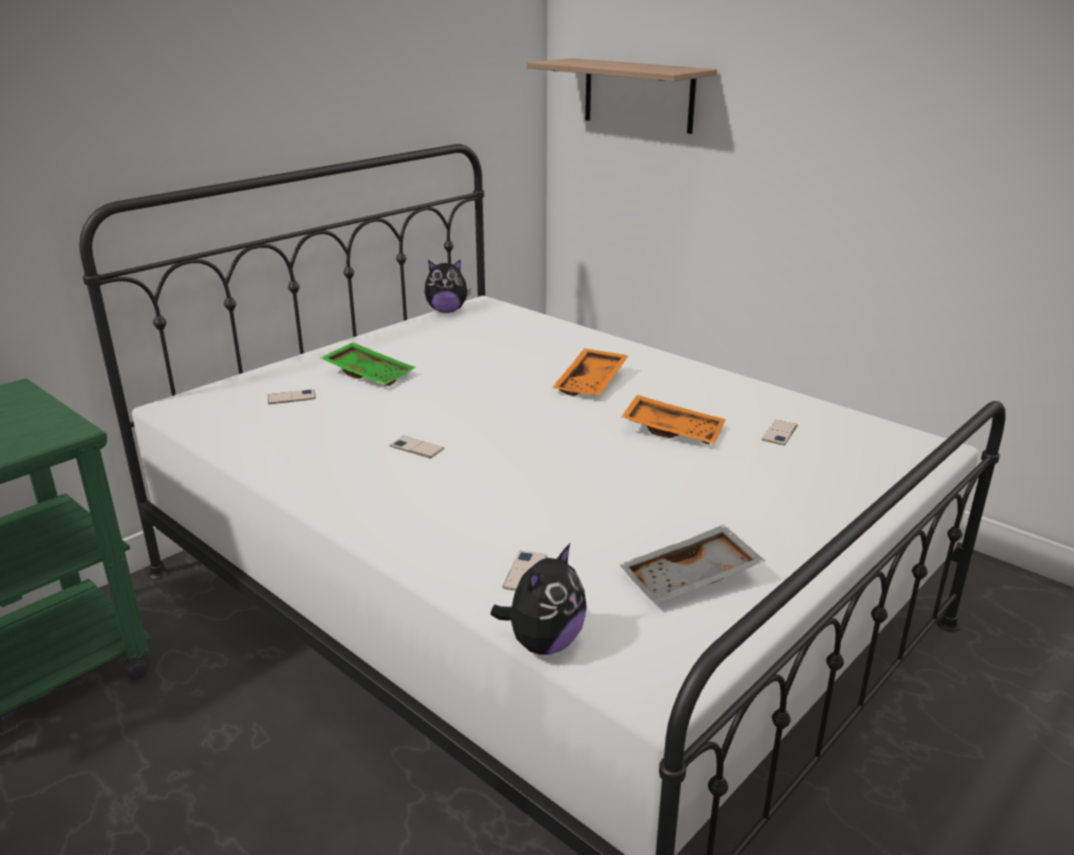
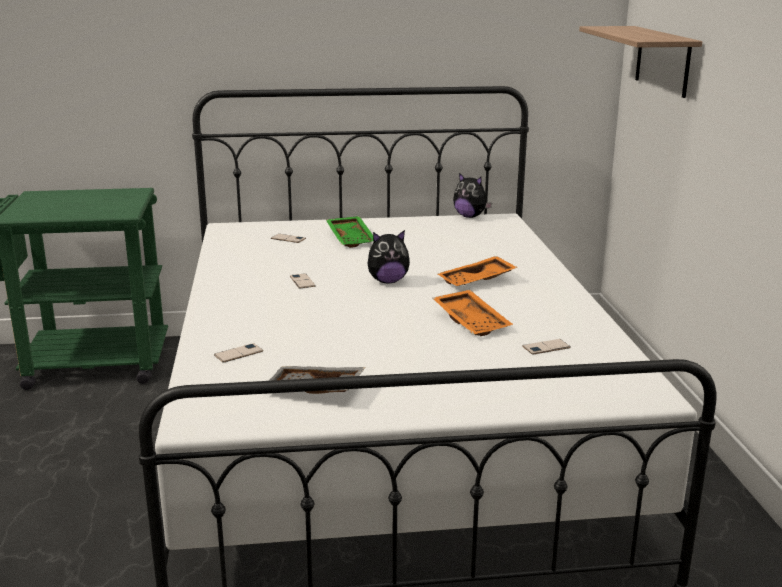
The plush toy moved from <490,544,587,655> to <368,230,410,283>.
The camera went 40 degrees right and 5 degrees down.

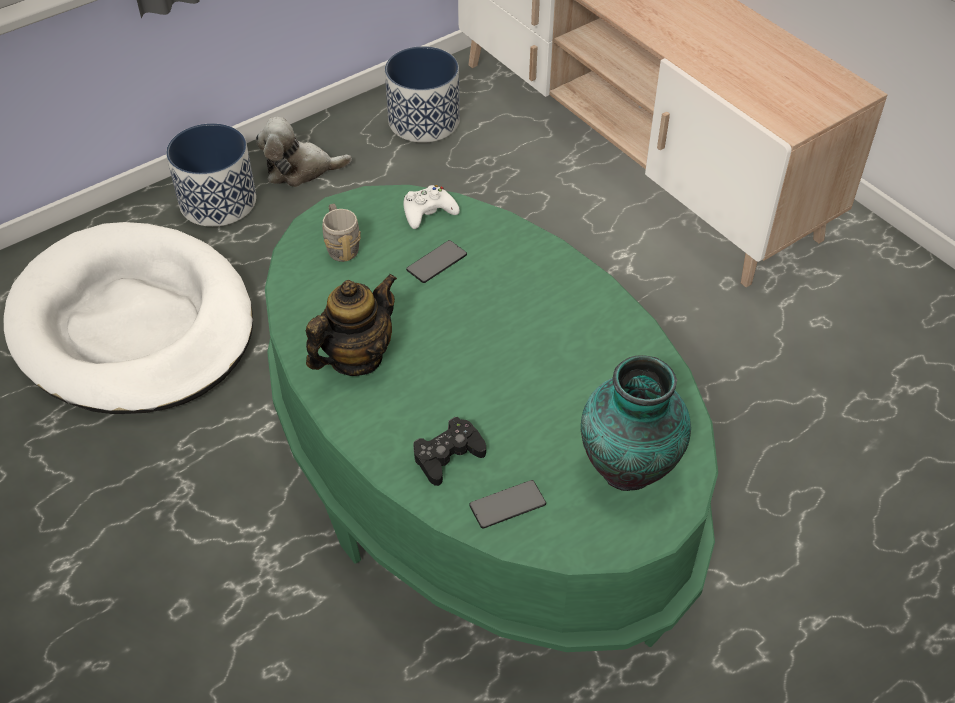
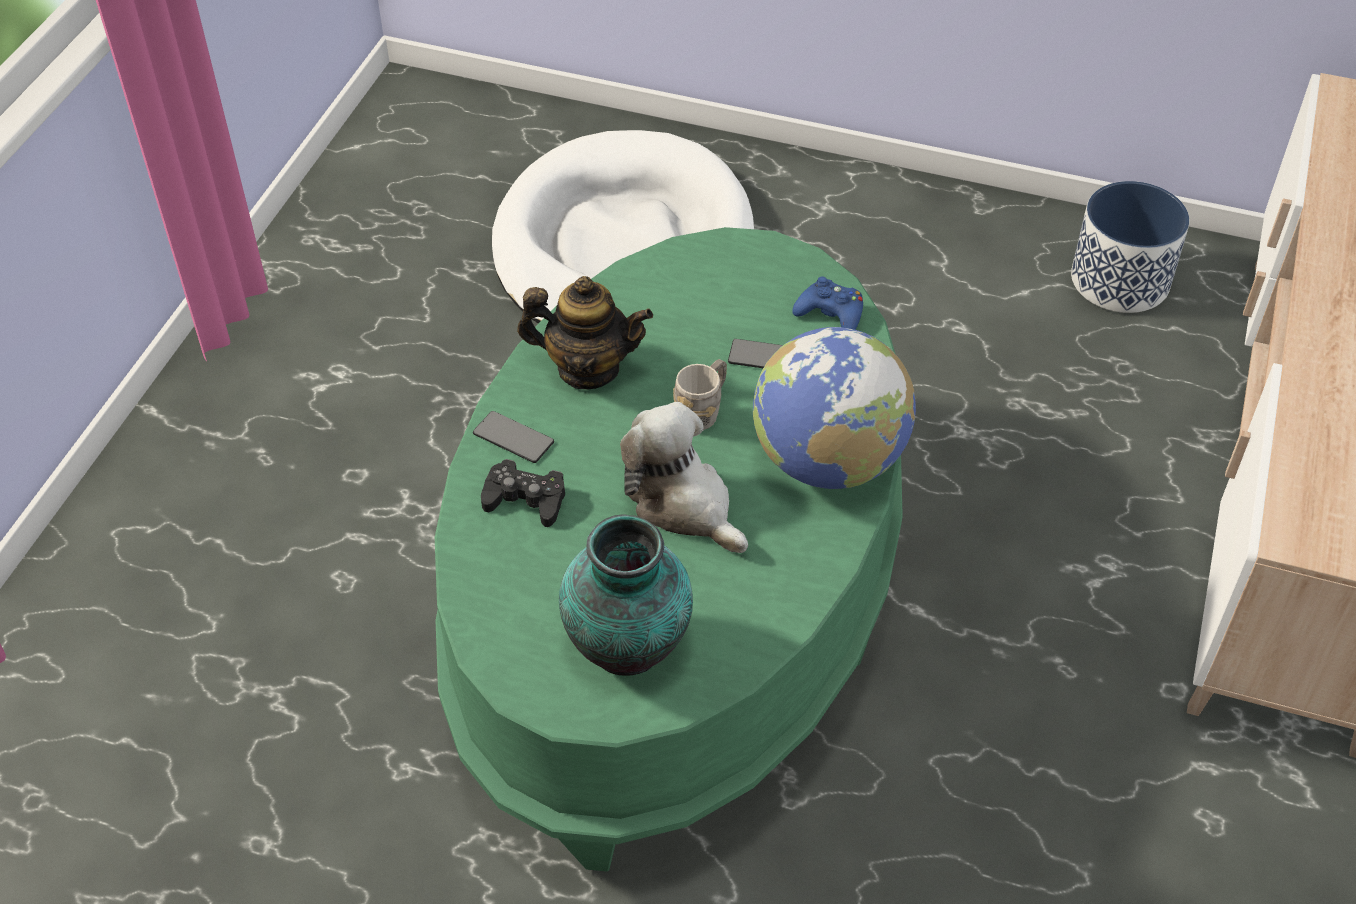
The flower pot at <166,123,256,227> disappeared.
The globe at <753,327,916,489> appeared.
The plush toy moved from <256,117,352,187> to <620,402,748,553>.
The mug in gray moved from <322,204,361,262> to <673,359,727,430>.
The phone moved from <469,480,546,529> to <473,411,554,463>.
The game controller in white-coloured at <403,185,460,229> became the game controller in blue at <792,276,863,330>.
The camera went 55 degrees right and 0 degrees up.

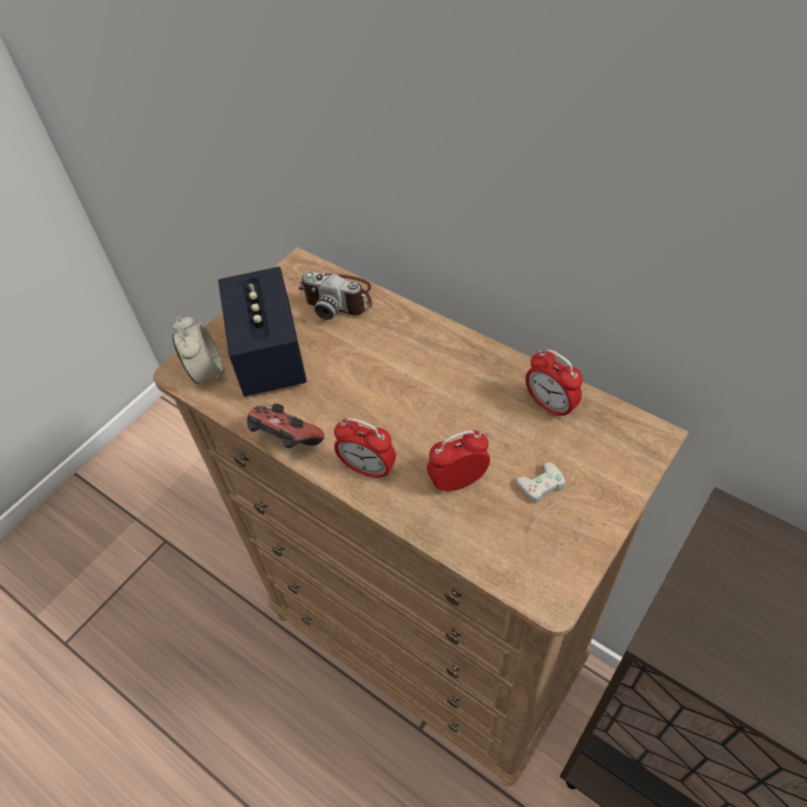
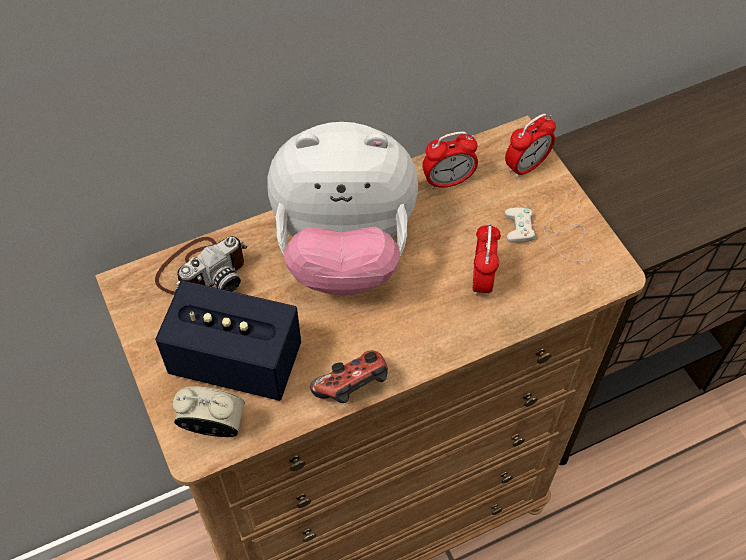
The plush toy at <267,122,418,296> appeared.
The bedside clock moved from <334,418,396,480> to <505,114,556,178>.
The camera went 65 degrees left and 5 degrees up.

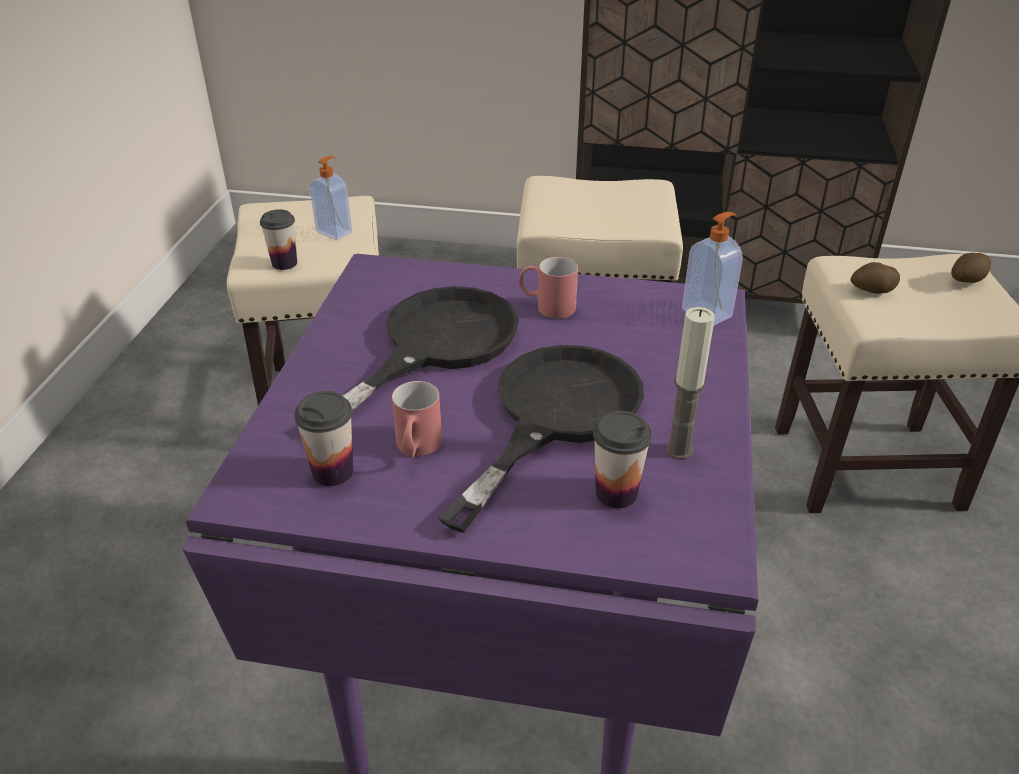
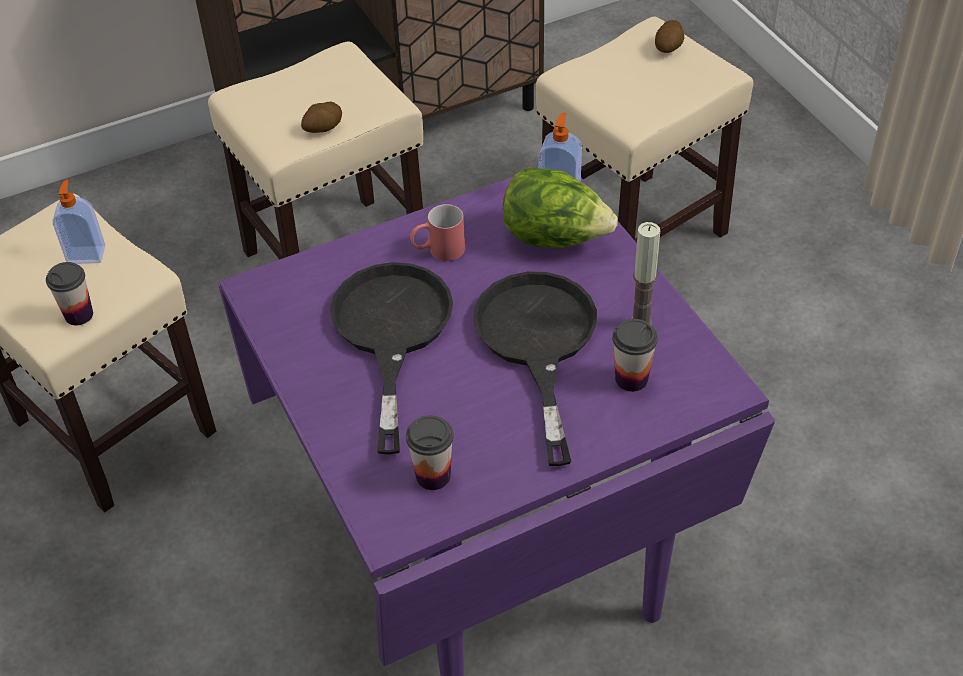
The mug in red at <392,381,442,458> disappeared.
The lettuce at <503,167,618,248> appeared.
The spud moved from <851,262,900,294> to <301,102,342,133>.
The camera went 35 degrees left and 10 degrees up.

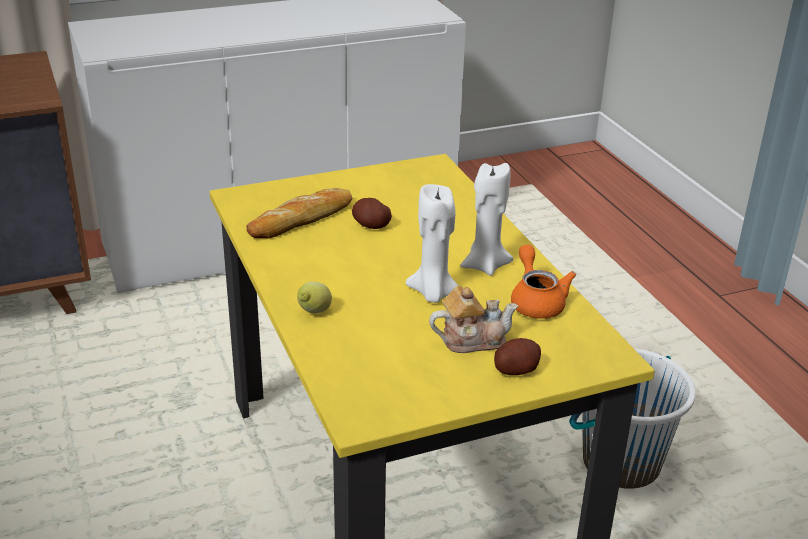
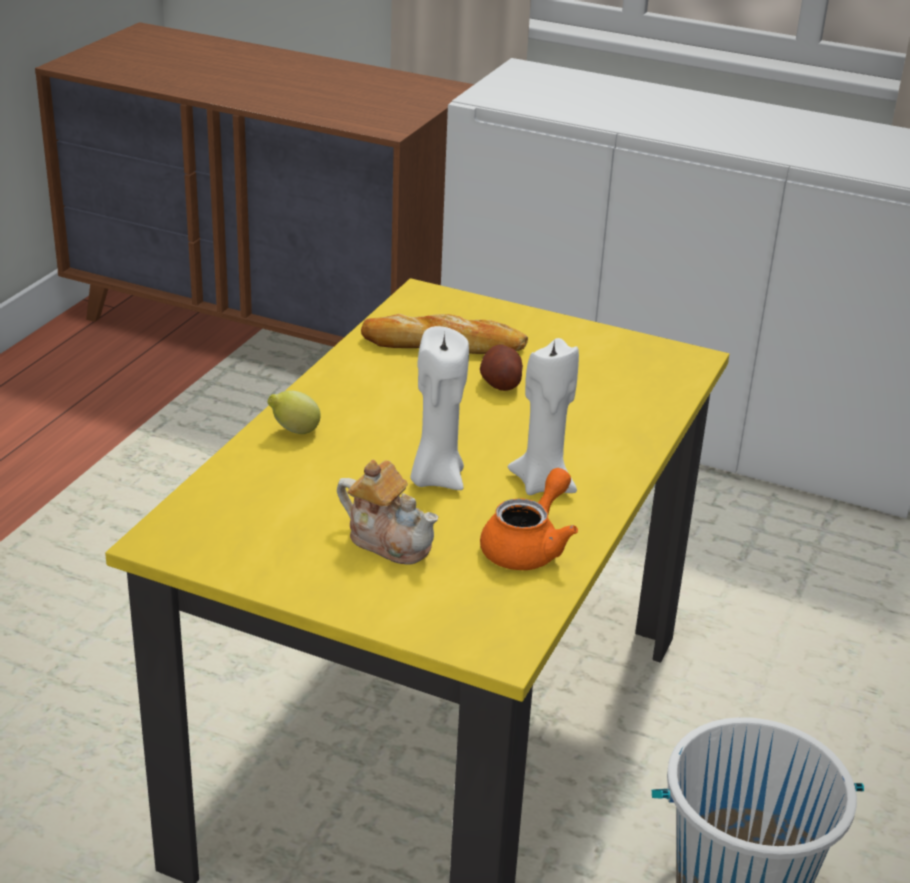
The spud at <494,338,541,375> disappeared.
The camera went 45 degrees right and 0 degrees up.

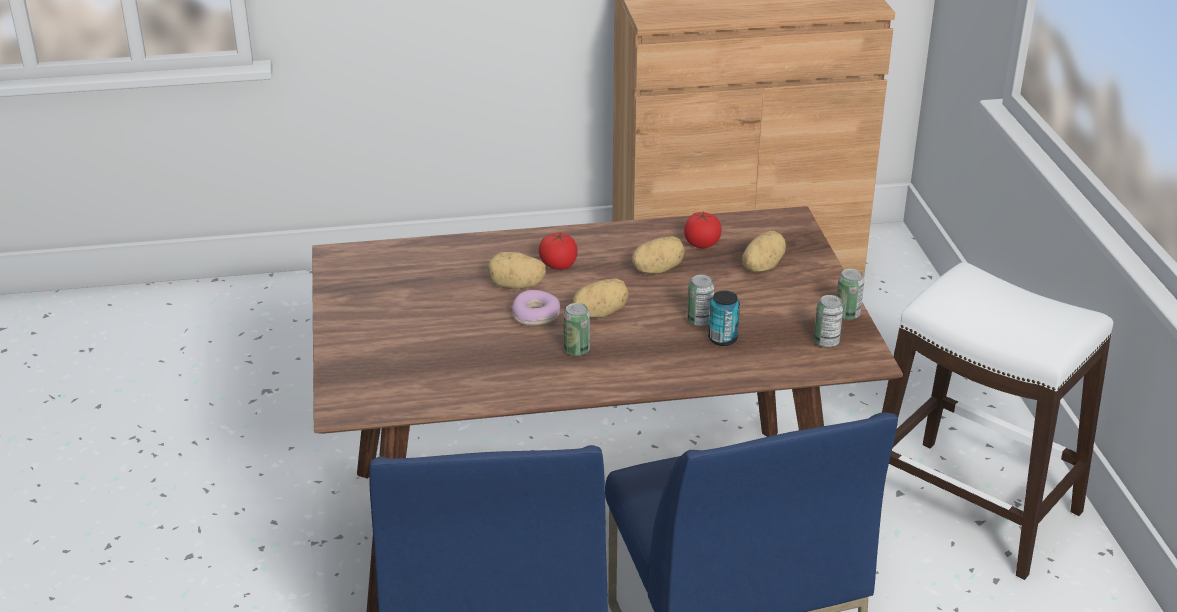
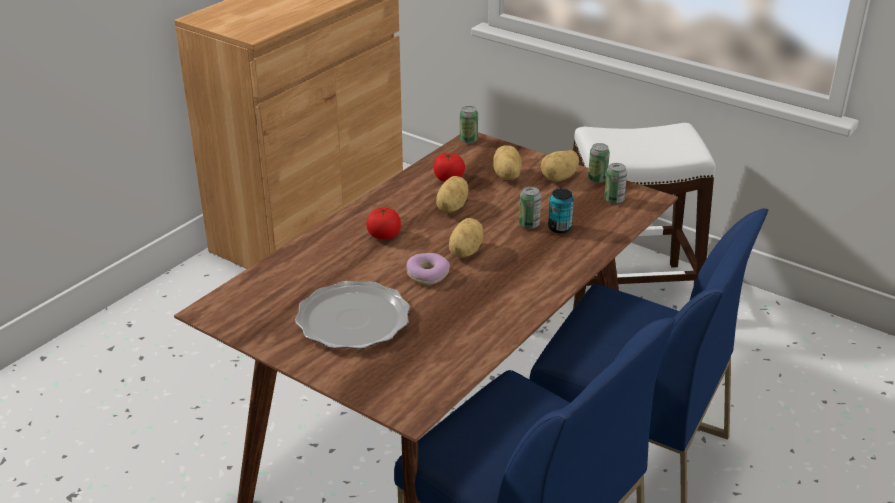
The dinner plate at <295,281,410,349> appeared.
The spud moved from <487,252,546,289> to <541,150,579,182>.
The metal can moved from <563,303,590,356> to <460,106,478,143>.
The camera went 45 degrees left and 0 degrees up.

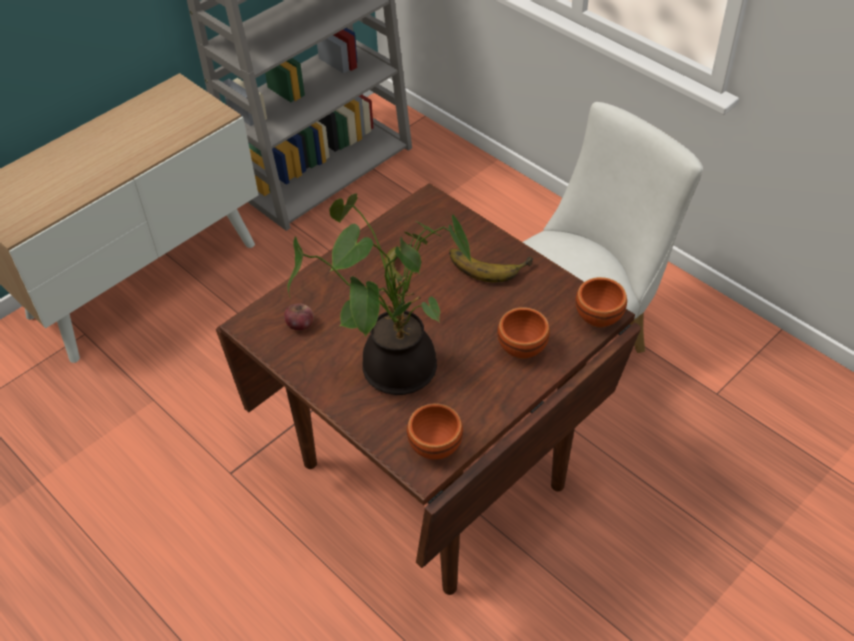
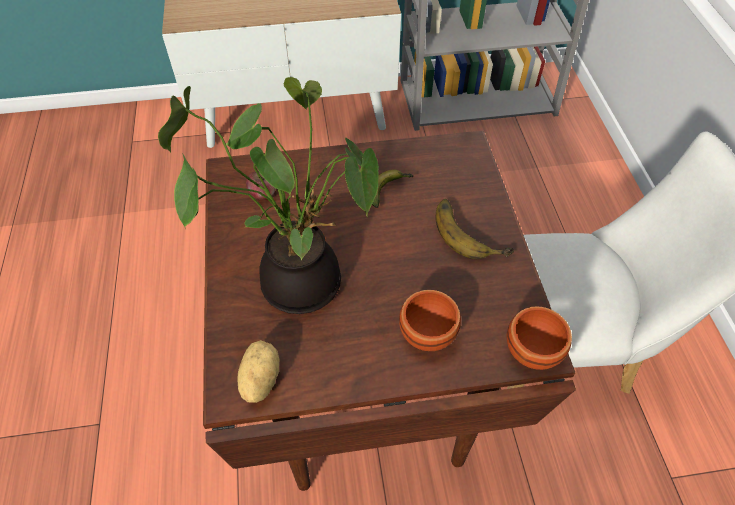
The serving bowl in brown-coloured at <407,403,463,460> was replaced by the spud at <238,340,280,403>.
The camera went 35 degrees right and 5 degrees up.

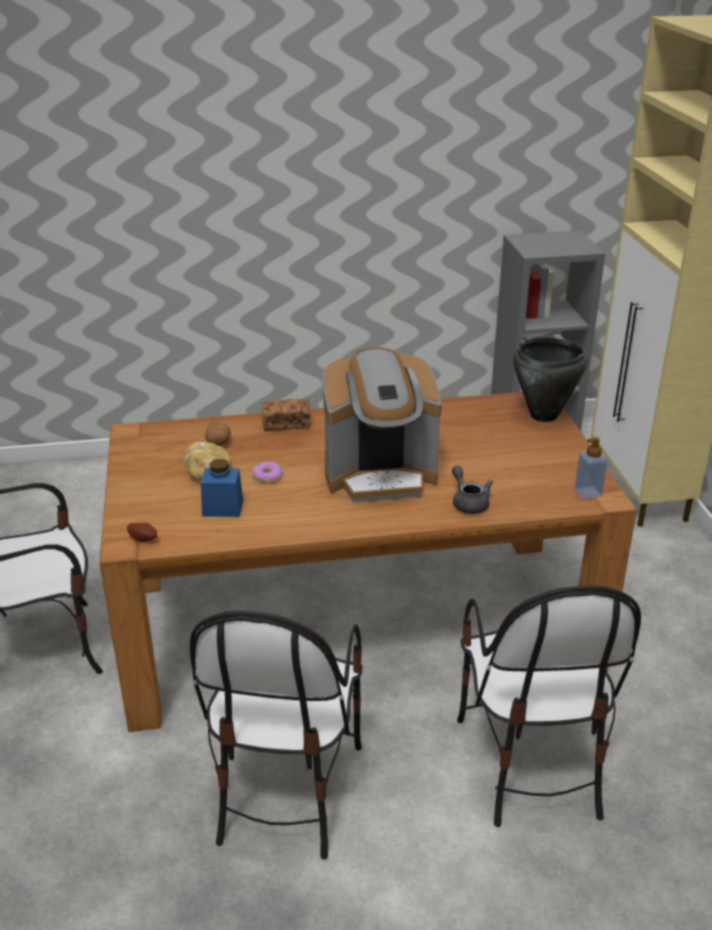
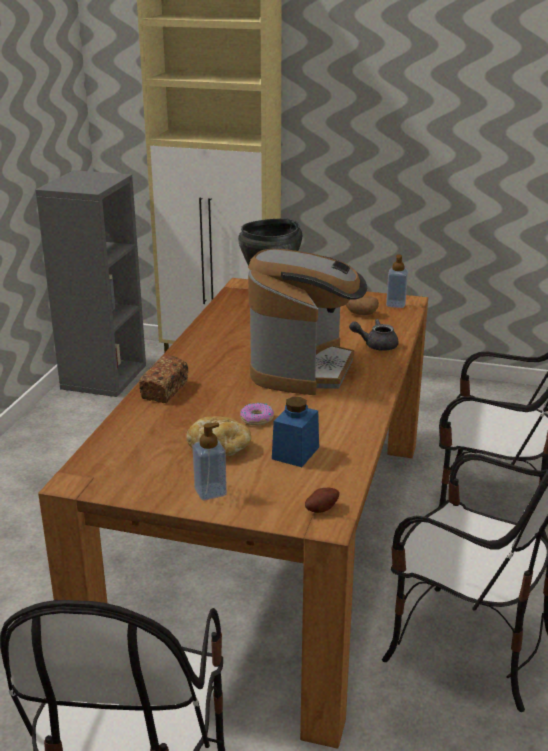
The soap dispenser at <193,423,227,500> appeared.
The spud moved from <205,420,231,446> to <346,295,379,315>.
The camera went 65 degrees left and 5 degrees down.

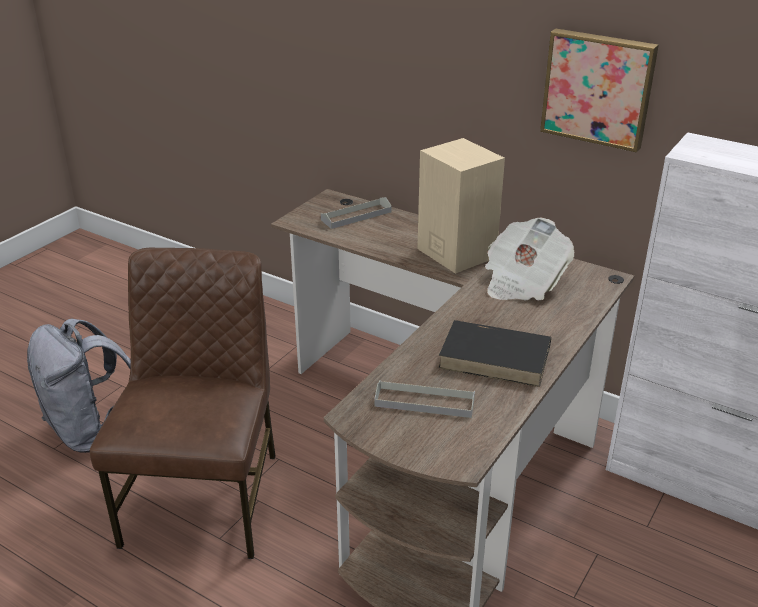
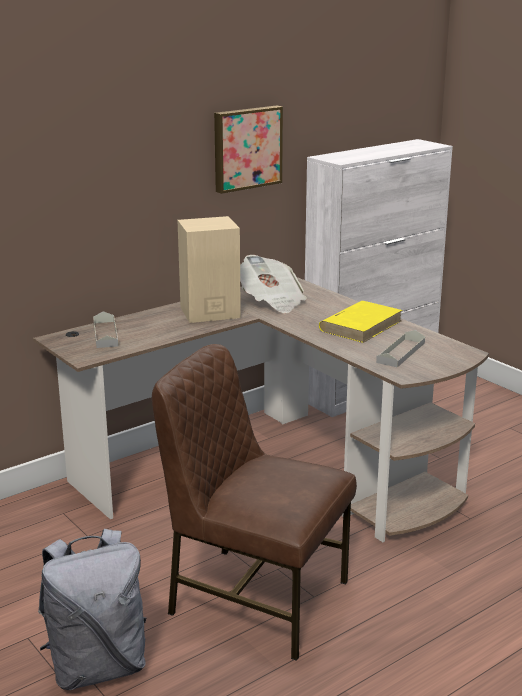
The volume in black-coloured at <438,320,551,387> became the volume in yellow at <319,301,402,343>.
The camera went 70 degrees left and 10 degrees down.

